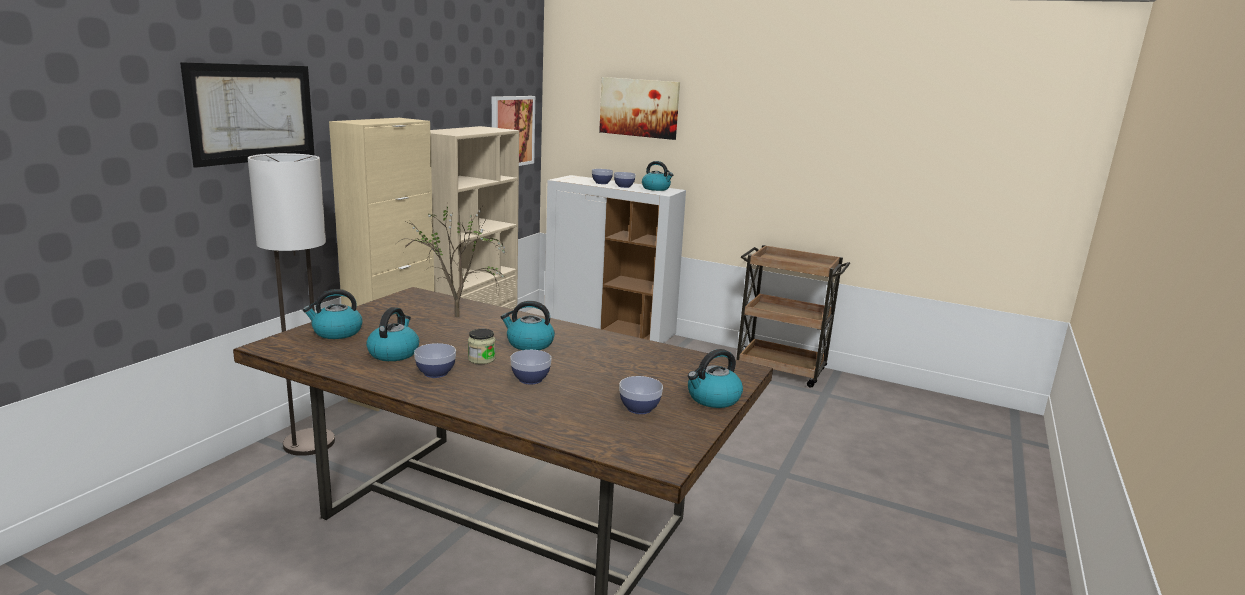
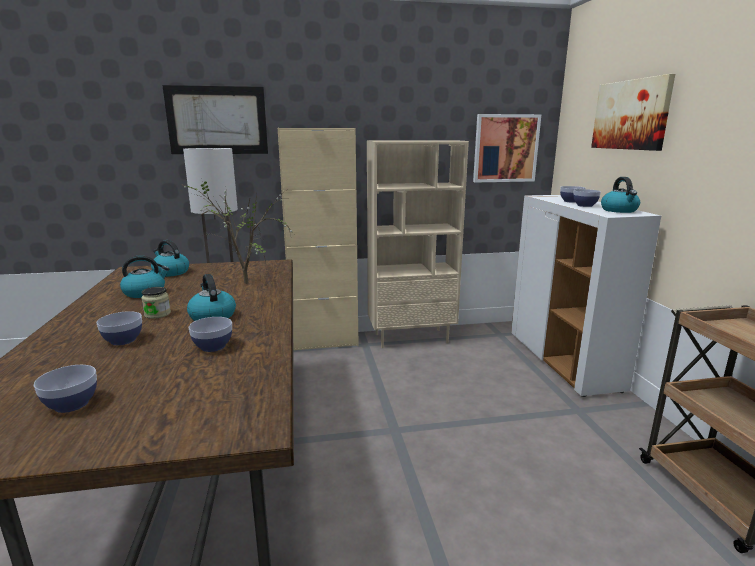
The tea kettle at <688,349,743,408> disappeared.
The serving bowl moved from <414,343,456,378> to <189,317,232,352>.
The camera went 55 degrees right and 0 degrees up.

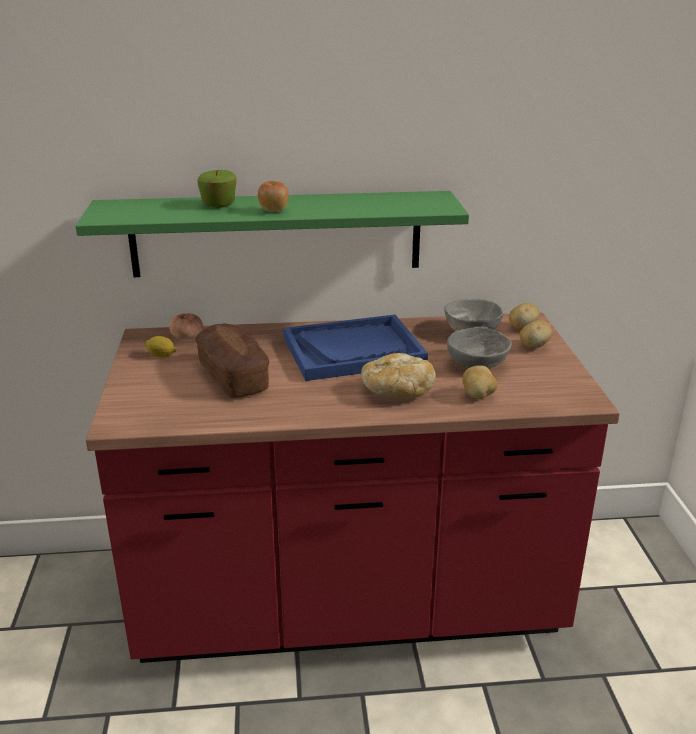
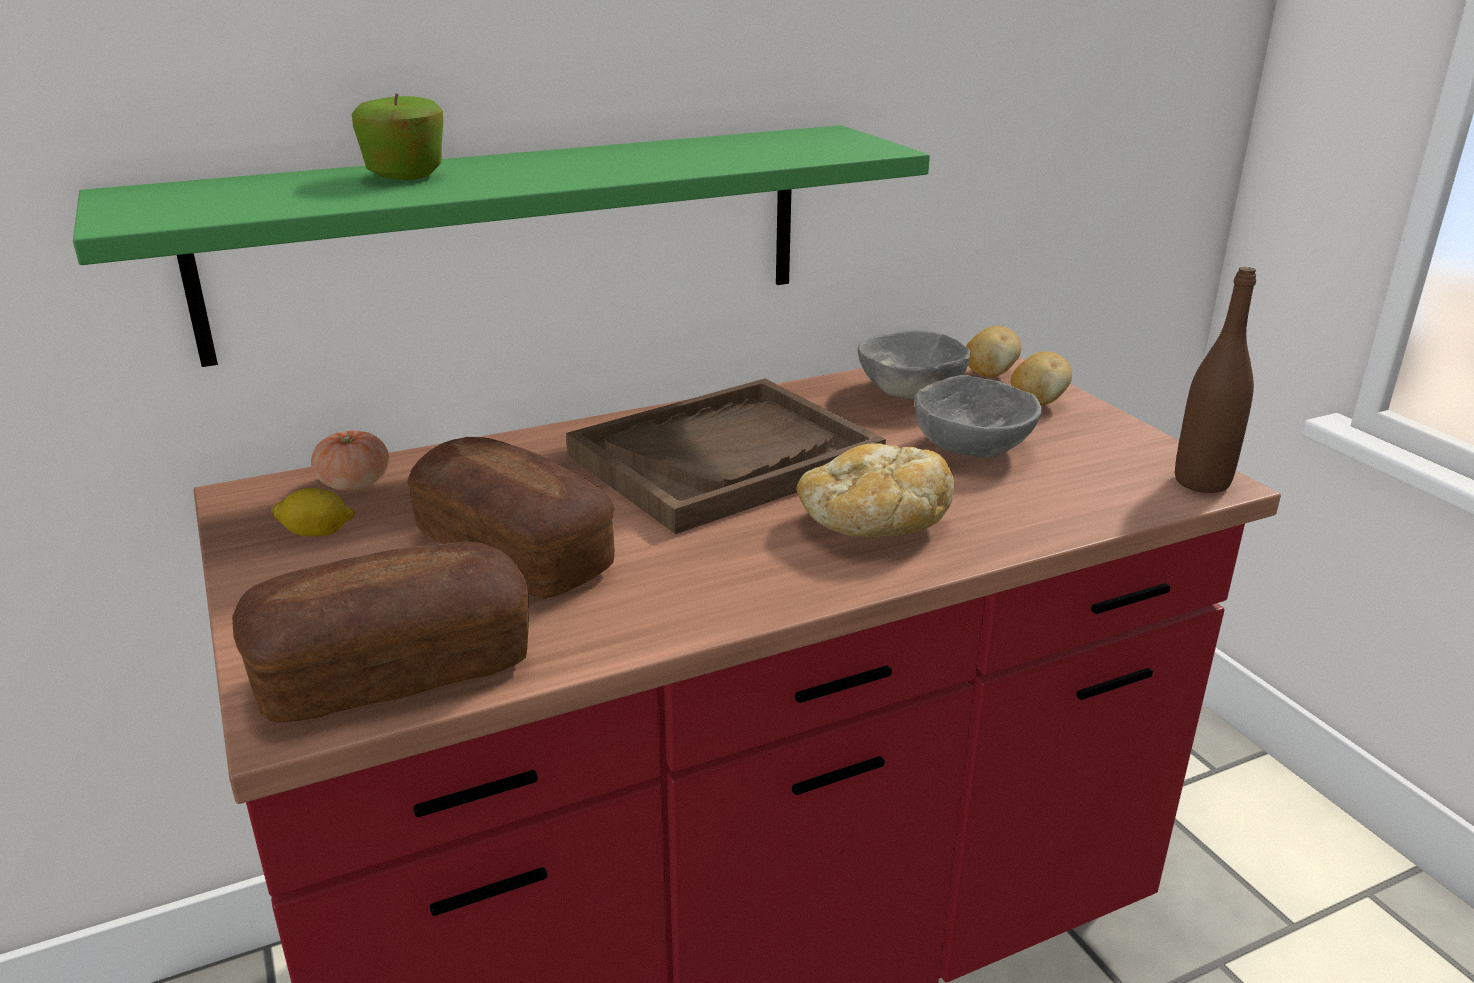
The whole apple at <258,181,289,212> disappeared.
The spud at <462,366,498,399> disappeared.
The bread at <232,541,529,722> appeared.
The beverage bottle in brown-coloured at <1175,267,1256,493> appeared.
The serving tray in blue at <283,315,428,381> became the serving tray in brown-coloured at <566,379,886,534>.
The camera went 20 degrees left and 0 degrees up.

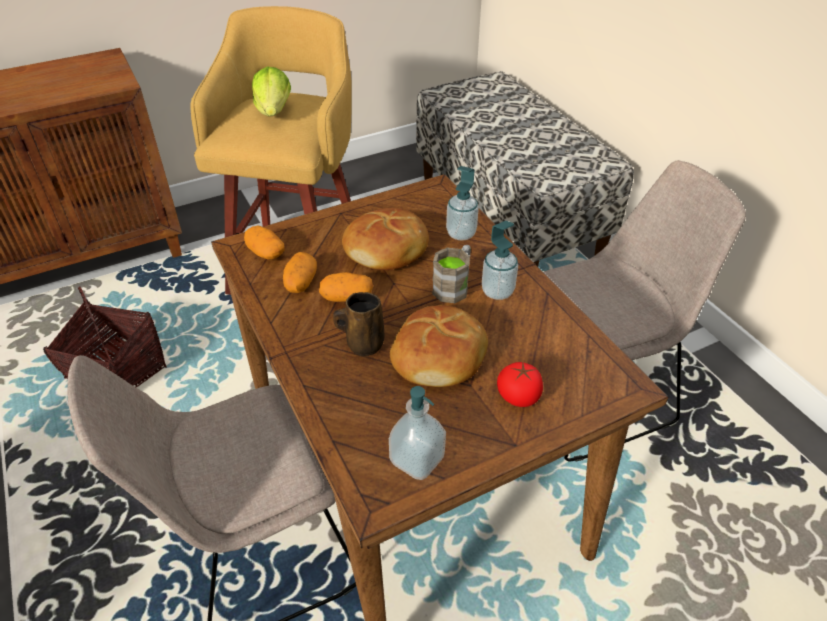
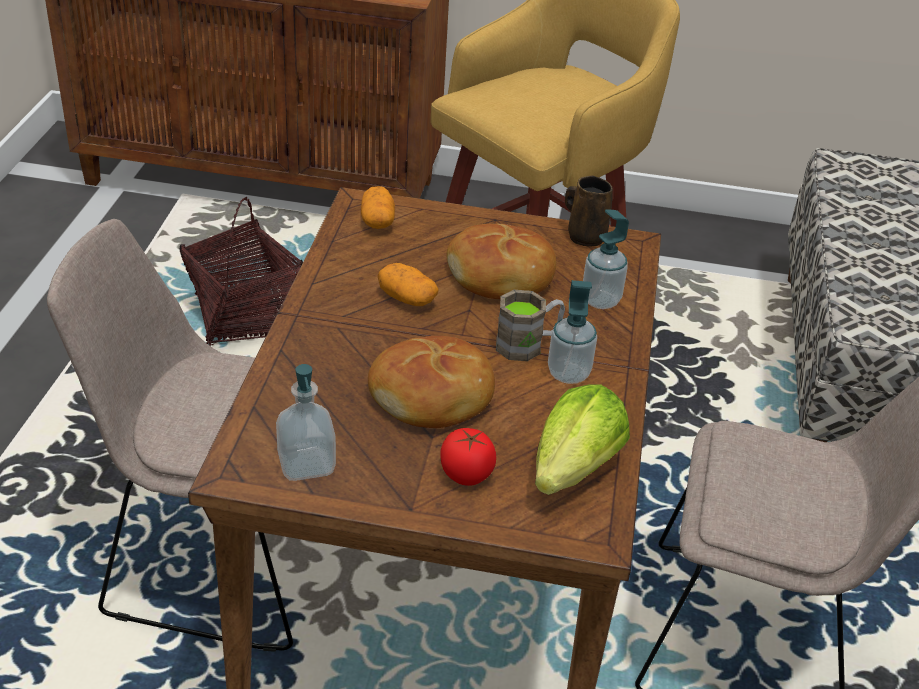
The spud at <283,252,317,293> disappeared.
The lettuce moved from <252,67,291,116> to <535,384,630,495>.
The mug in brown-coloured moved from <333,292,384,356> to <565,176,613,247>.
The camera went 35 degrees right and 5 degrees down.

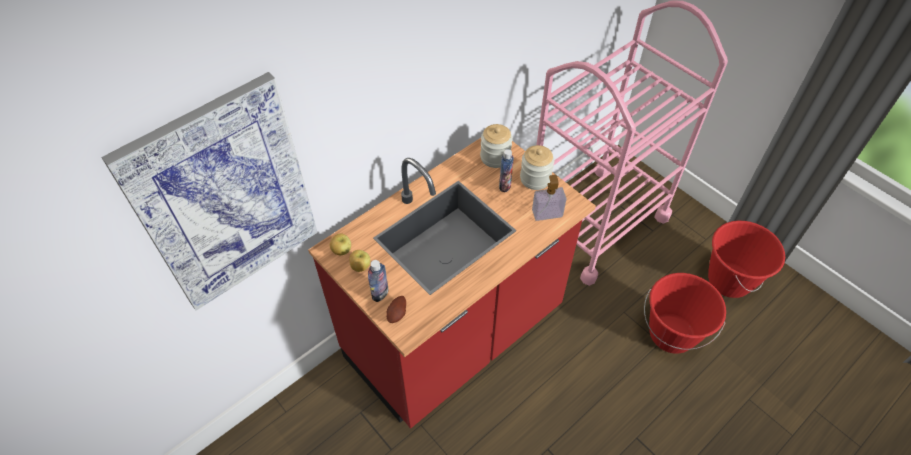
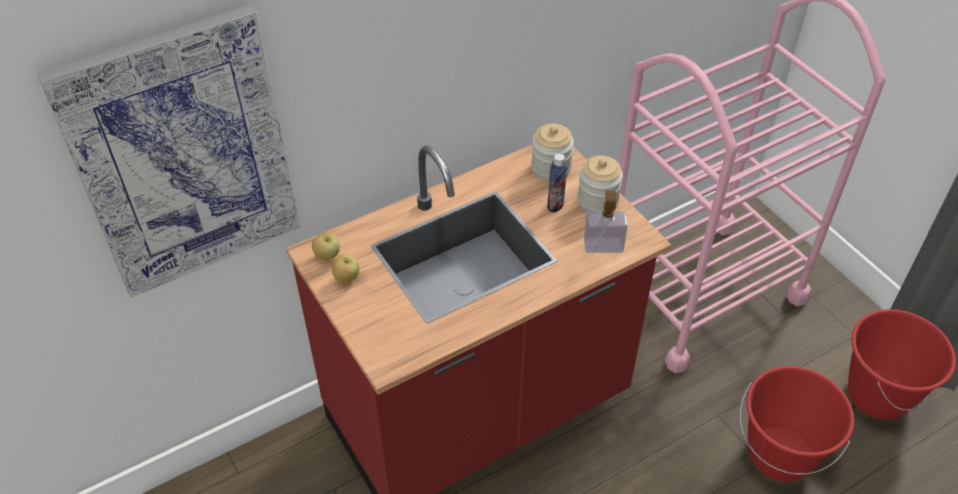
The beverage bottle at <368,260,388,302> disappeared.
The spud at <386,296,406,323> disappeared.
The camera went 10 degrees right and 5 degrees down.

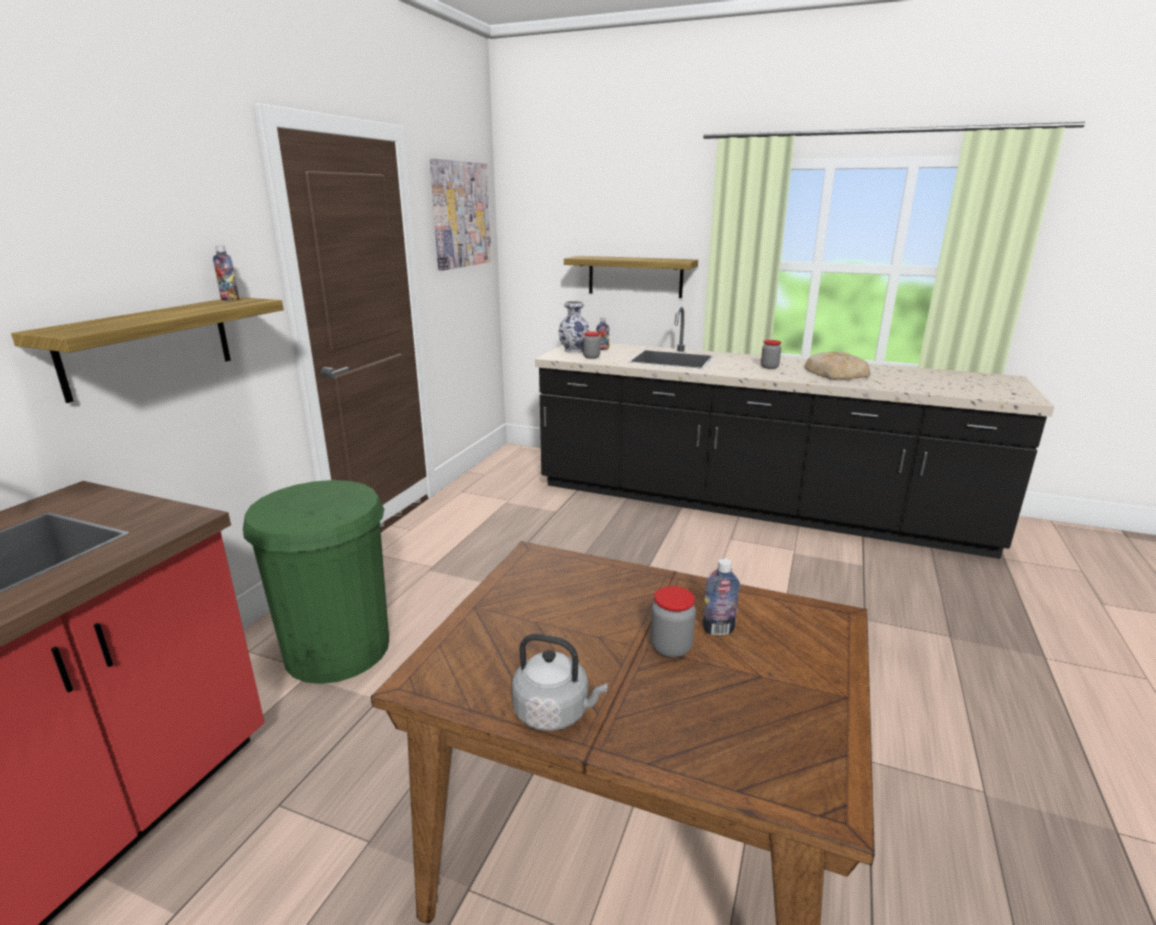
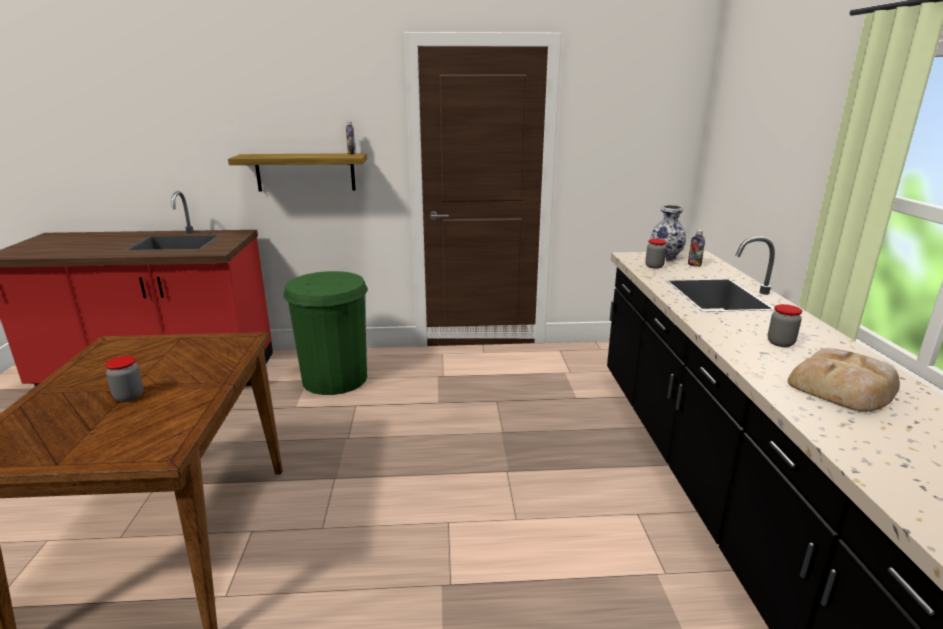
The picture at <430,158,492,270> disappeared.
The tea kettle in gray at <512,634,608,731> disappeared.
The shelf at <564,256,698,298> disappeared.
The beverage bottle at <702,559,740,636> disappeared.
The camera went 65 degrees right and 0 degrees up.

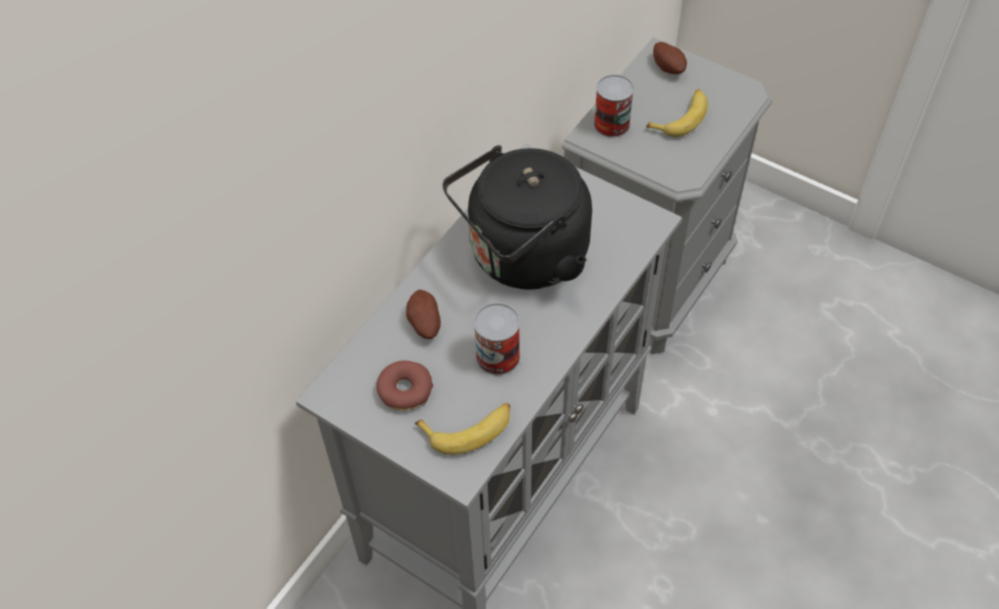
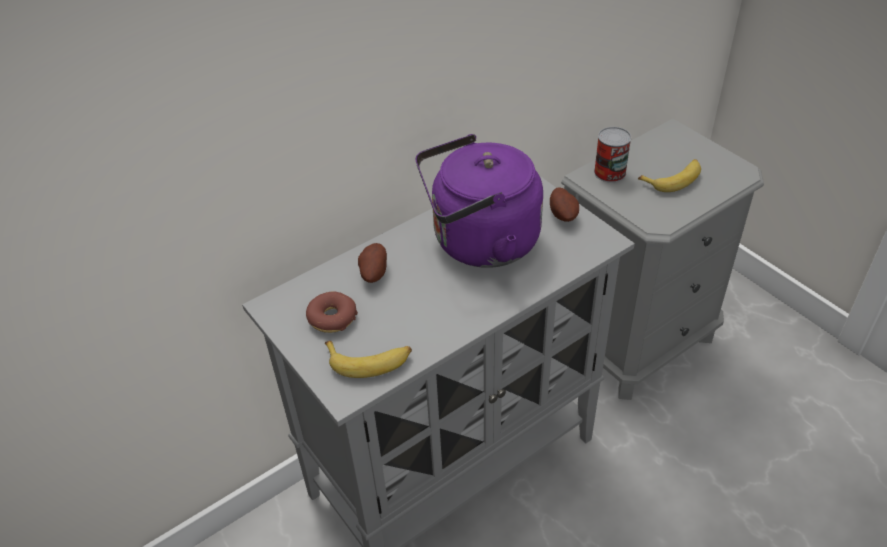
The metal can at <474,303,520,375> disappeared.
The spud moved from <653,42,687,74> to <550,187,579,222>.
The tea kettle in black-coloured at <443,145,592,290> became the tea kettle in purplish at <416,134,543,268>.
The camera went 20 degrees right and 10 degrees down.

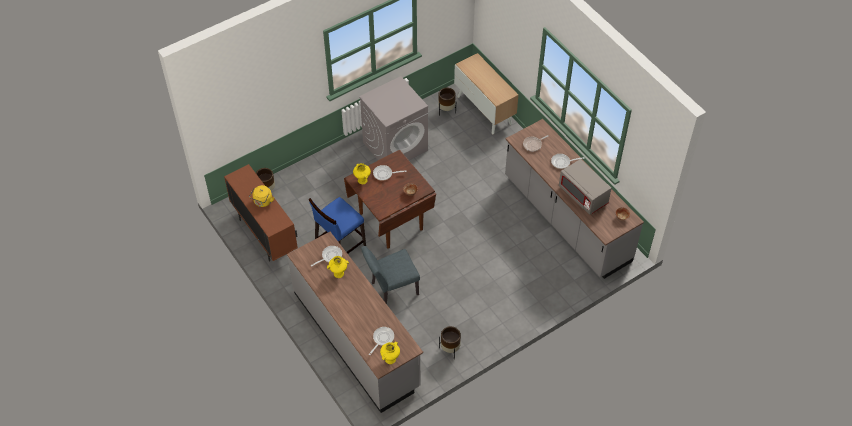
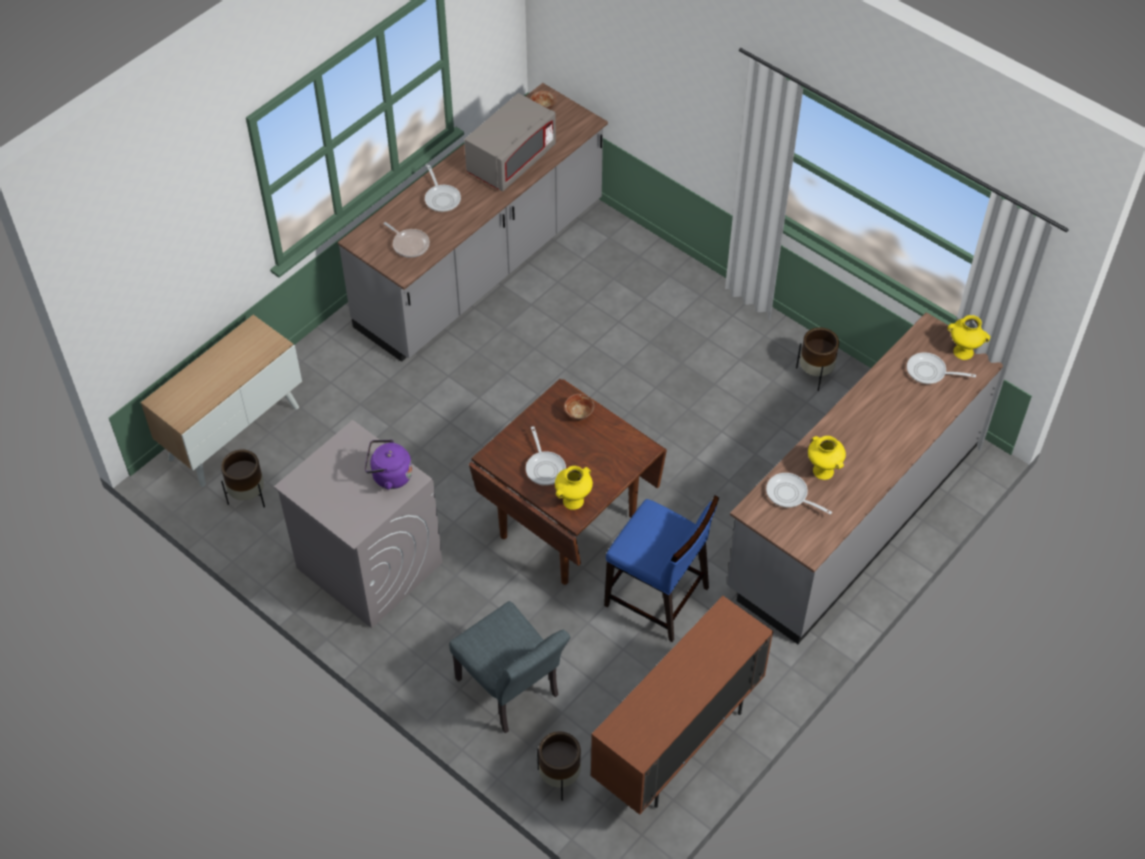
The tea kettle in yellow at <249,185,274,207> disappeared.
The tea kettle in purplish at <365,440,412,490> appeared.
The upright chair in gray moved from <361,246,420,304> to <449,601,570,733>.
The camera went 105 degrees left and 0 degrees up.

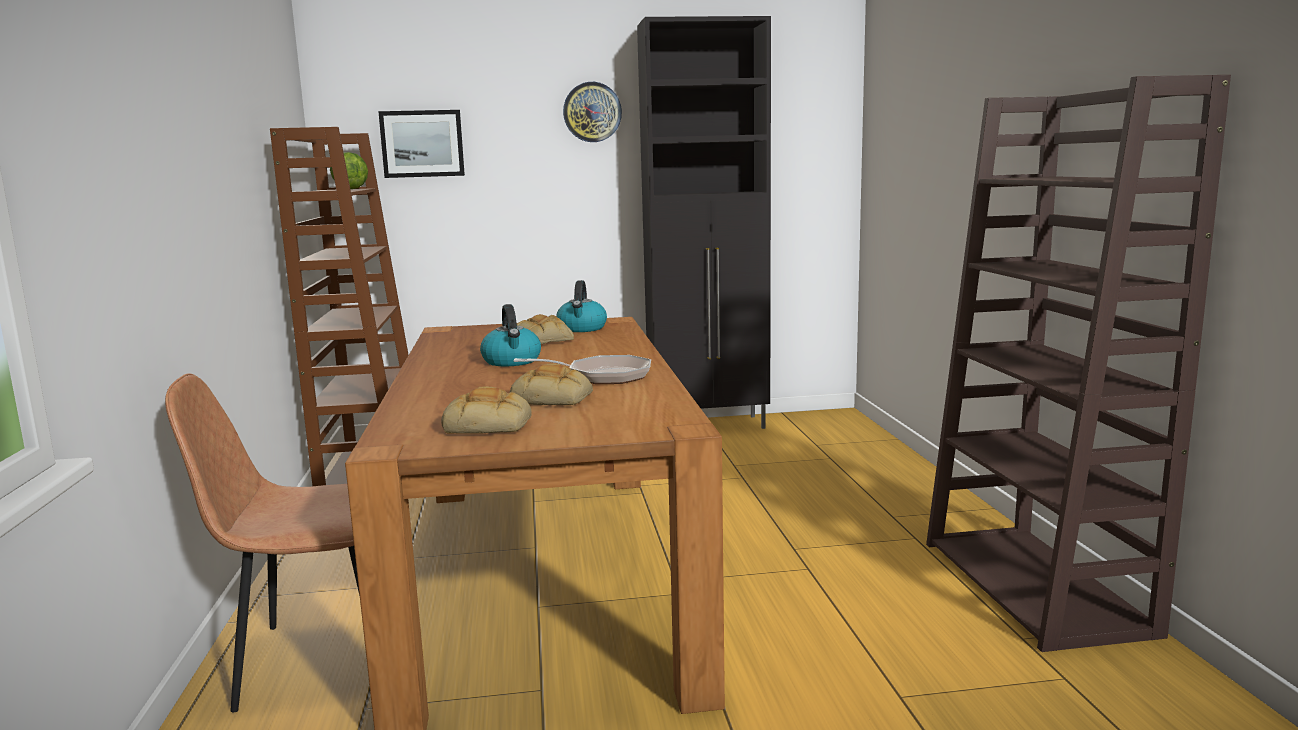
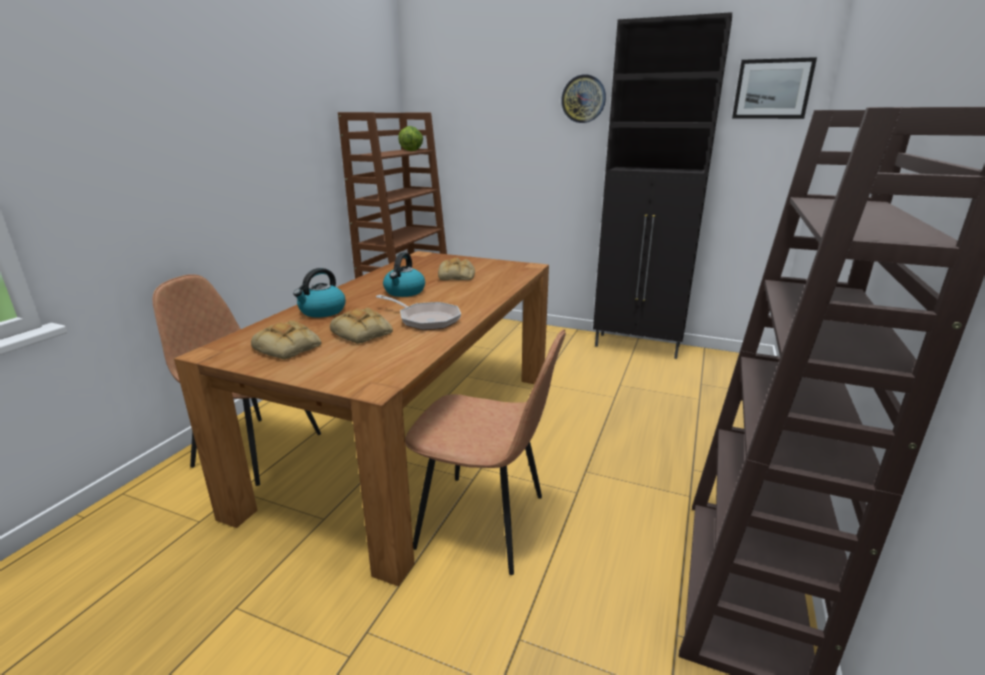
The upright chair in brown-coloured at <405,329,566,575> appeared.
The picture moved from <378,110,465,178> to <732,57,817,119>.
The tea kettle moved from <556,280,607,332> to <293,268,346,317>.
The camera went 30 degrees right and 10 degrees up.

